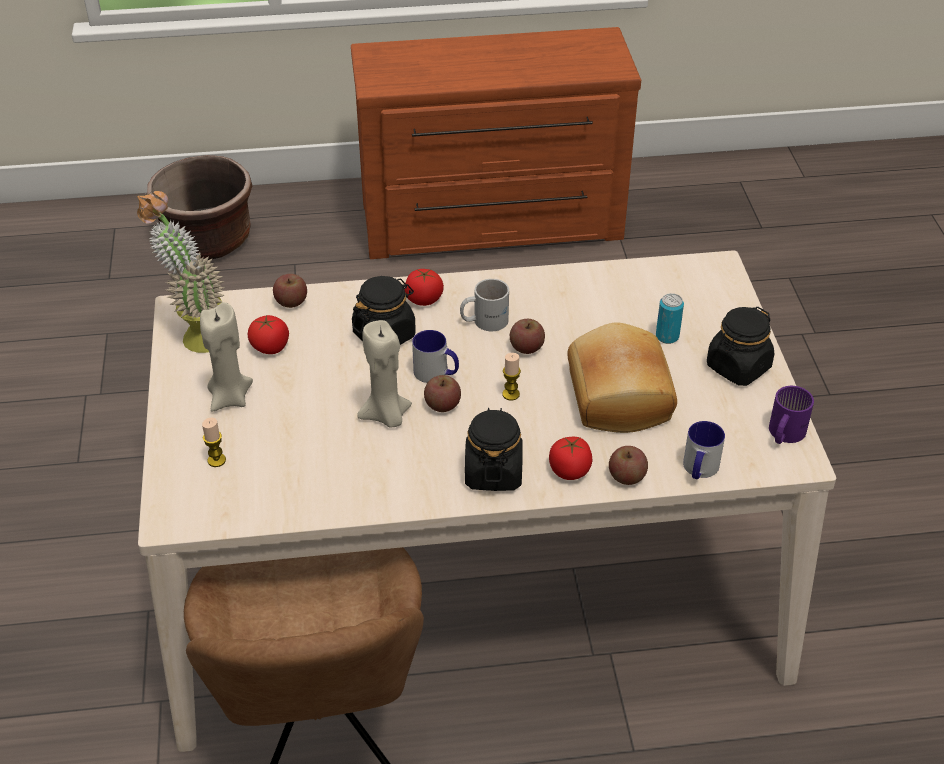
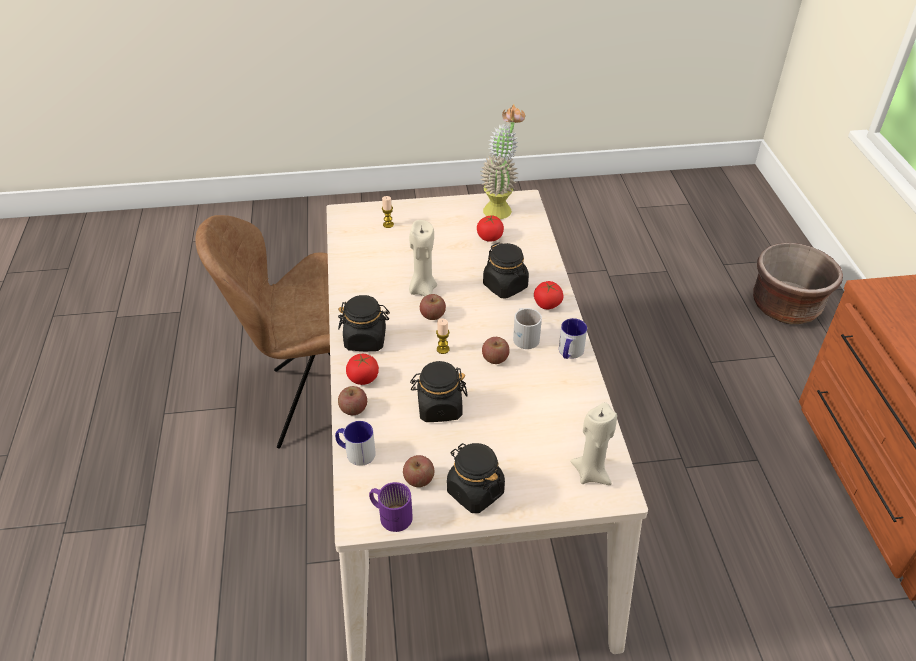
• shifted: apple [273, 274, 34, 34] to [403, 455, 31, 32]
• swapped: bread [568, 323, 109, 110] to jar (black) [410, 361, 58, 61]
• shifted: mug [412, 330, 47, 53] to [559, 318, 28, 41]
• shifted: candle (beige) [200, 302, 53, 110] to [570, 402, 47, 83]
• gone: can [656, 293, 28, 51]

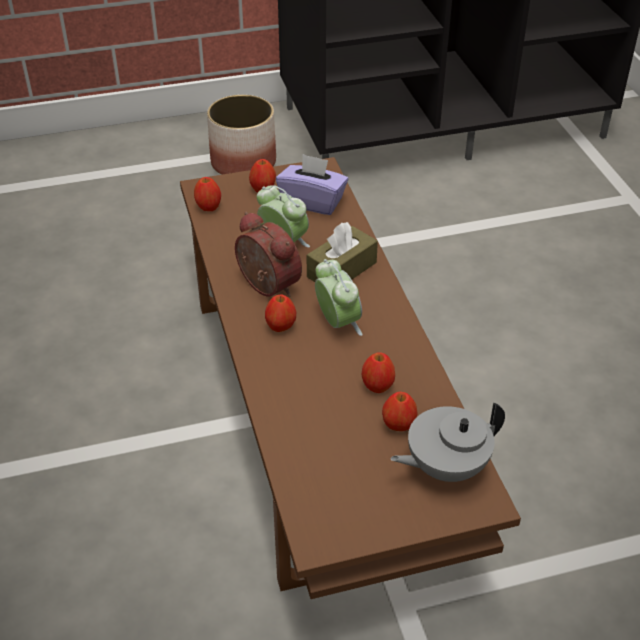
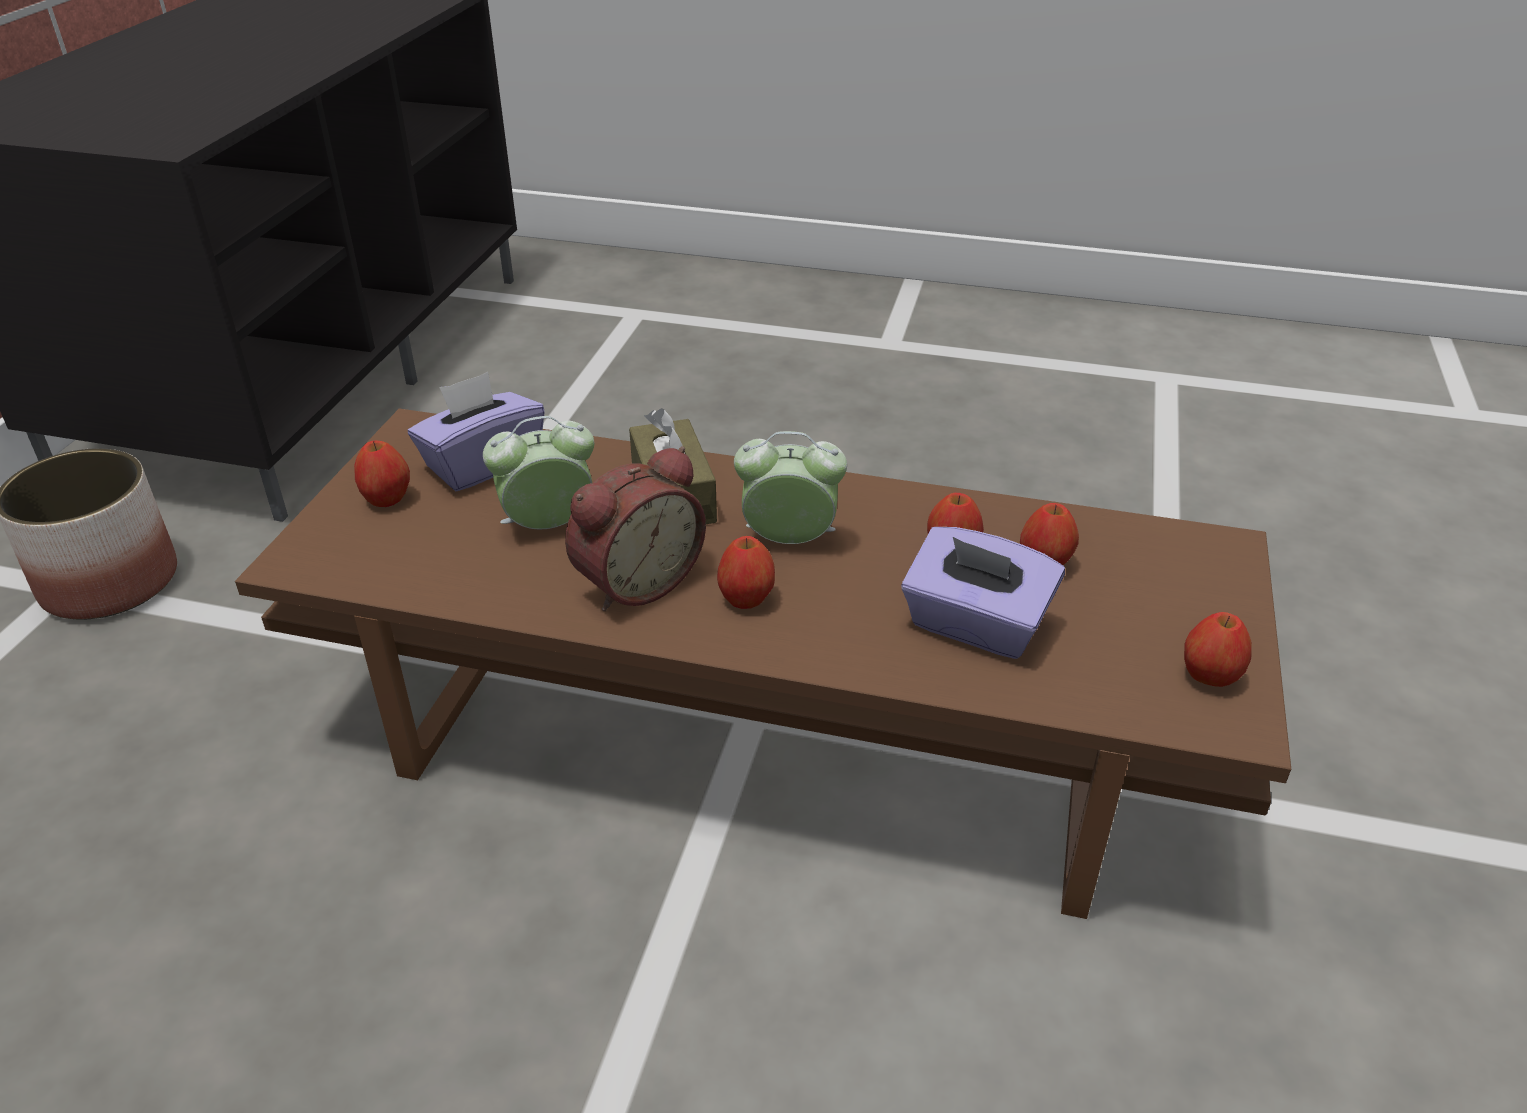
• rotated: alarm clock [235, 212, 67, 85] = [565, 446, 141, 165] 150 degrees clockwise
• new: tissue box (purple) [901, 527, 164, 132]
• shifted: apple [194, 177, 27, 34] to [1184, 612, 68, 75]
• gone: teapot (grey) [391, 402, 114, 80]

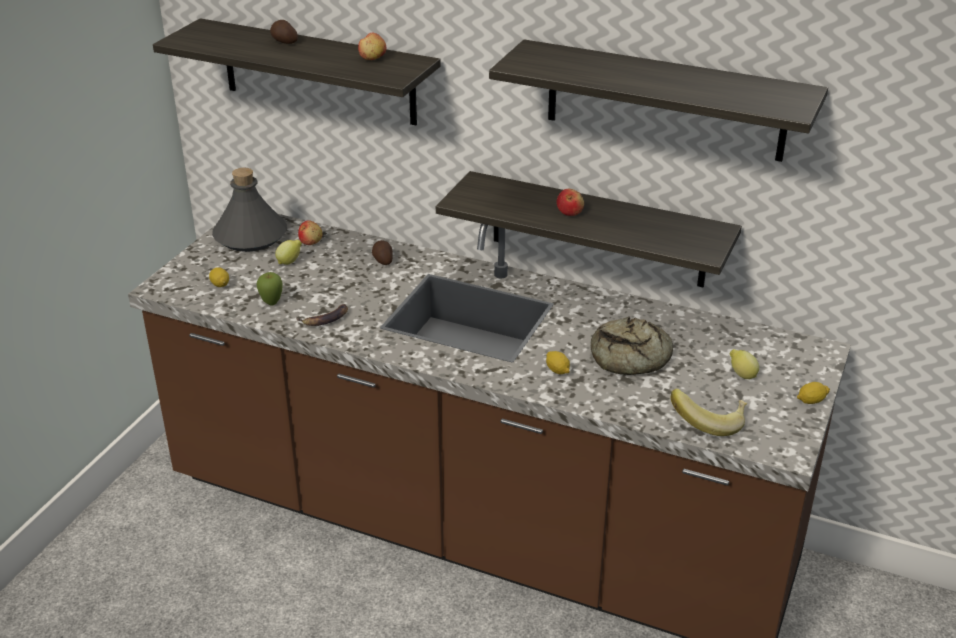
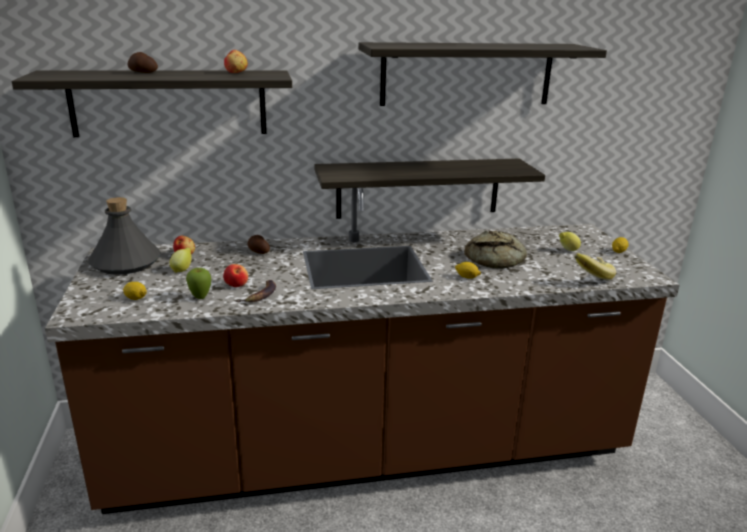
• shifted: apple [556, 189, 28, 27] to [223, 264, 25, 23]

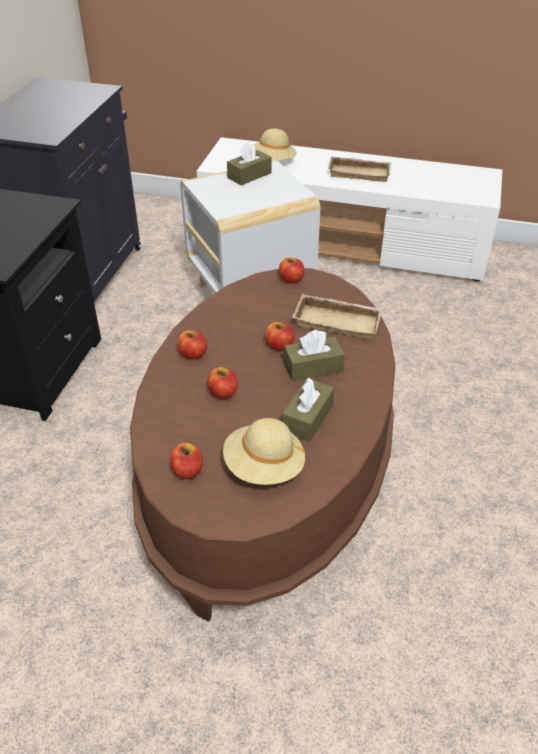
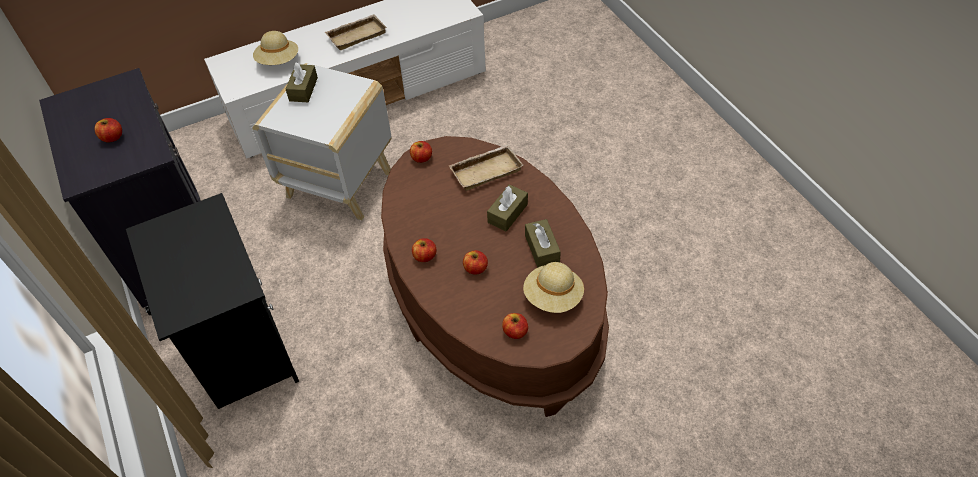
• shifted: apple [265, 322, 30, 29] to [94, 118, 28, 24]

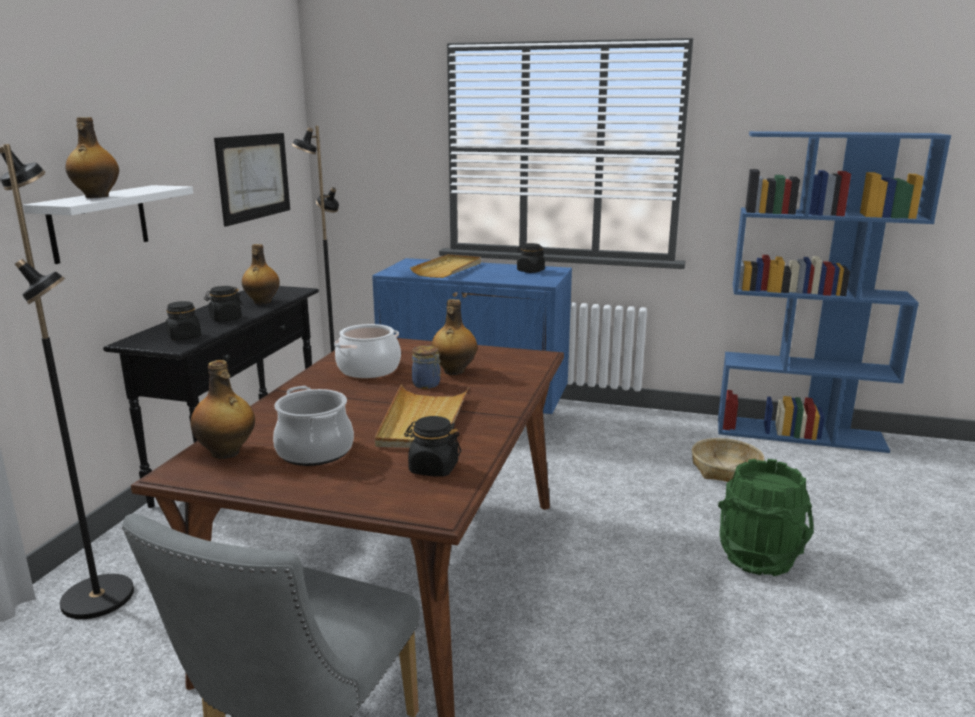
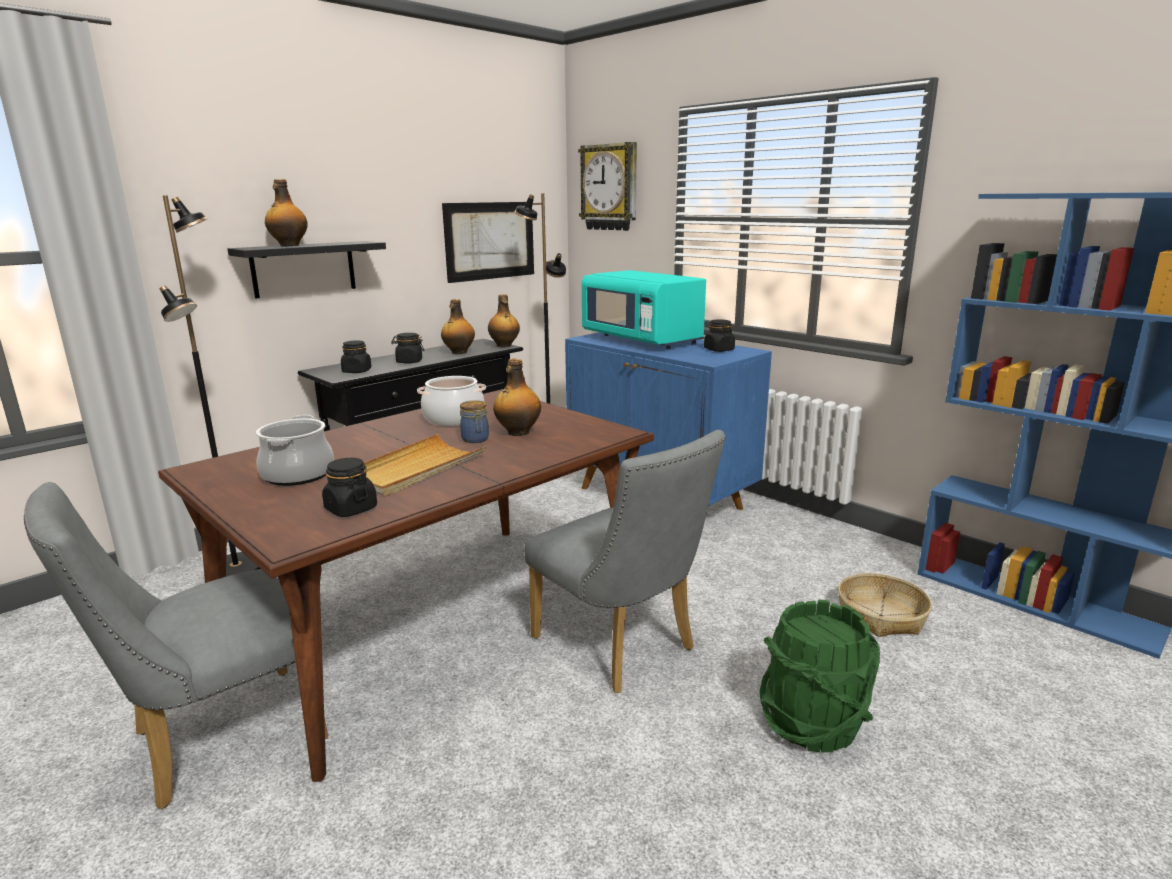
• repainted: shelf (white) [24, 185, 169, 79] to shelf (black) [227, 241, 159, 57]
• shifted: bottle [190, 360, 65, 99] to [488, 294, 32, 53]
• new: chair (grey) [524, 430, 202, 263]
• new: wall clock [578, 142, 59, 89]
• swapped: tray (beige) [410, 254, 71, 24] to microwave (turquoise) [582, 270, 124, 80]

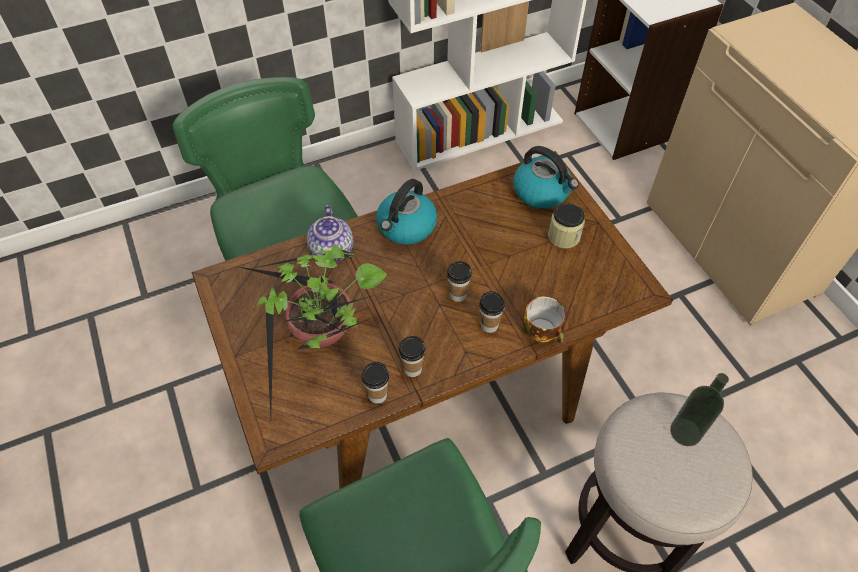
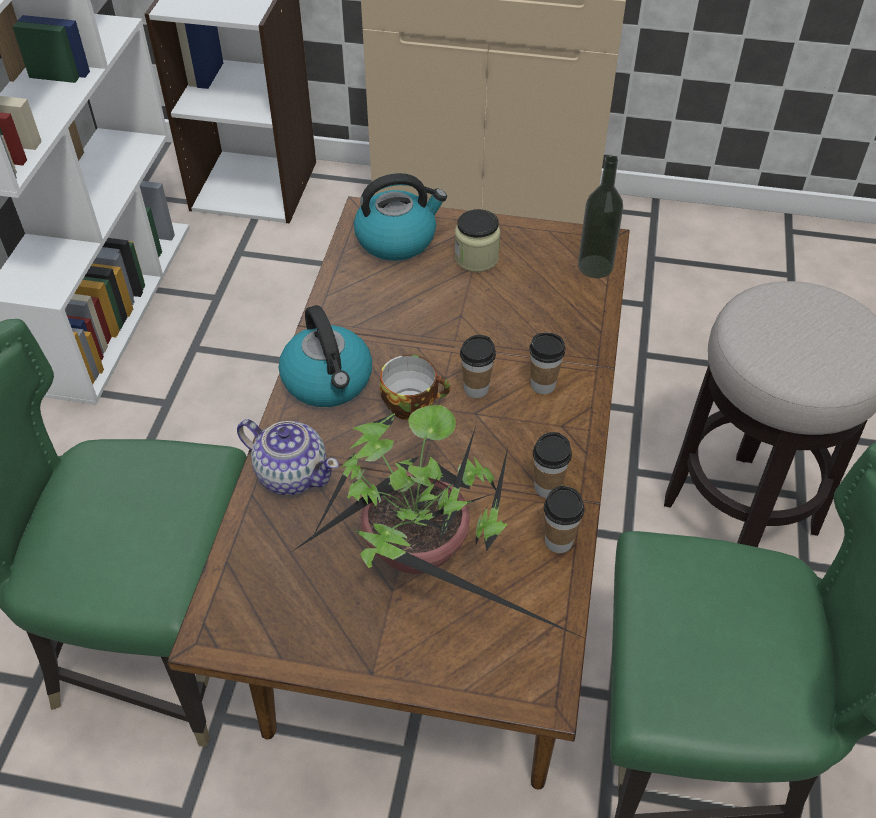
• shifted: cup [523, 297, 43, 46] to [379, 355, 71, 65]
• shifted: bottle [670, 373, 59, 73] to [578, 156, 45, 122]

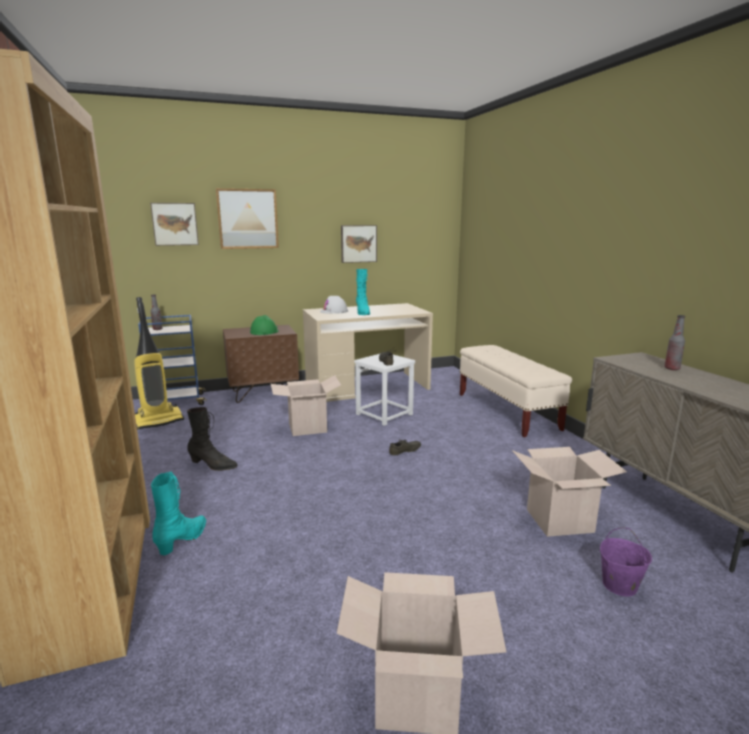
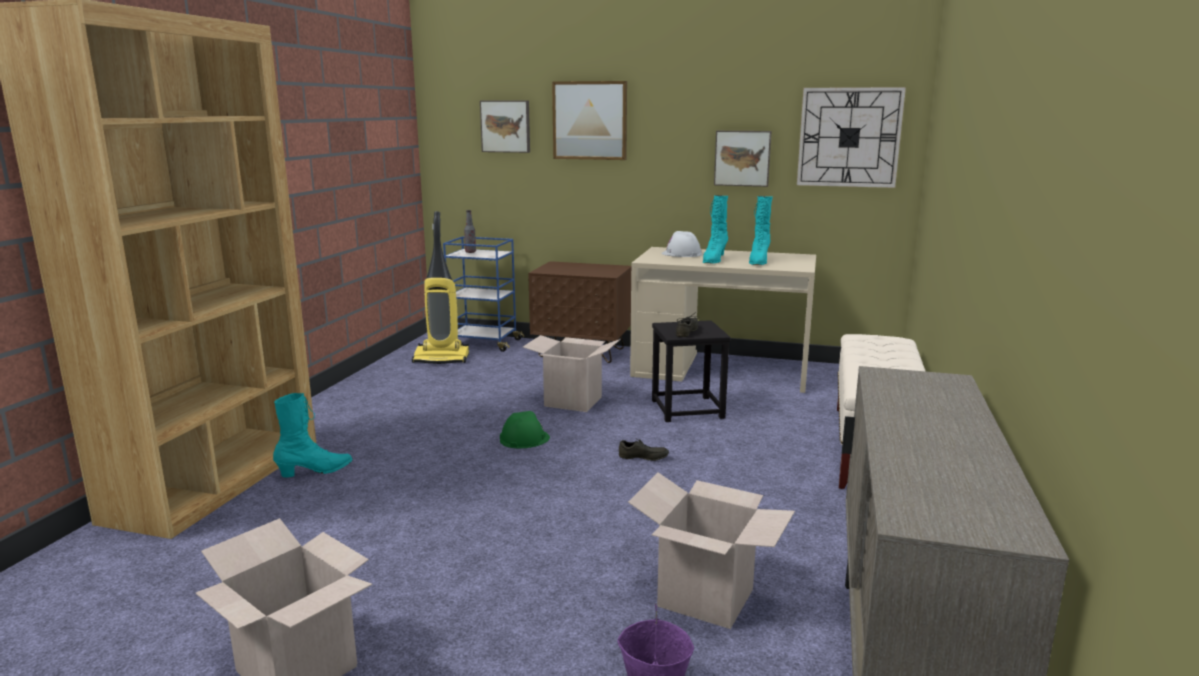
• shifted: hard hat (green) [250, 315, 29, 20] to [500, 411, 50, 37]
• repainted: stool (white) [354, 354, 61, 72] to stool (black) [652, 320, 79, 102]
• new: boot (turquoise) [749, 196, 24, 69]
• new: wall clock [797, 87, 109, 101]
• gone: boot (black) [187, 407, 51, 64]
• gone: bottle [664, 315, 21, 55]

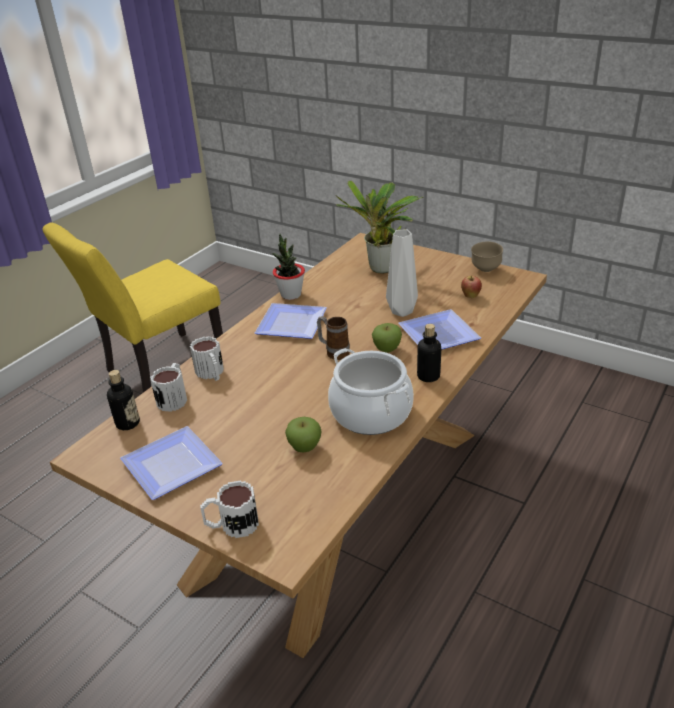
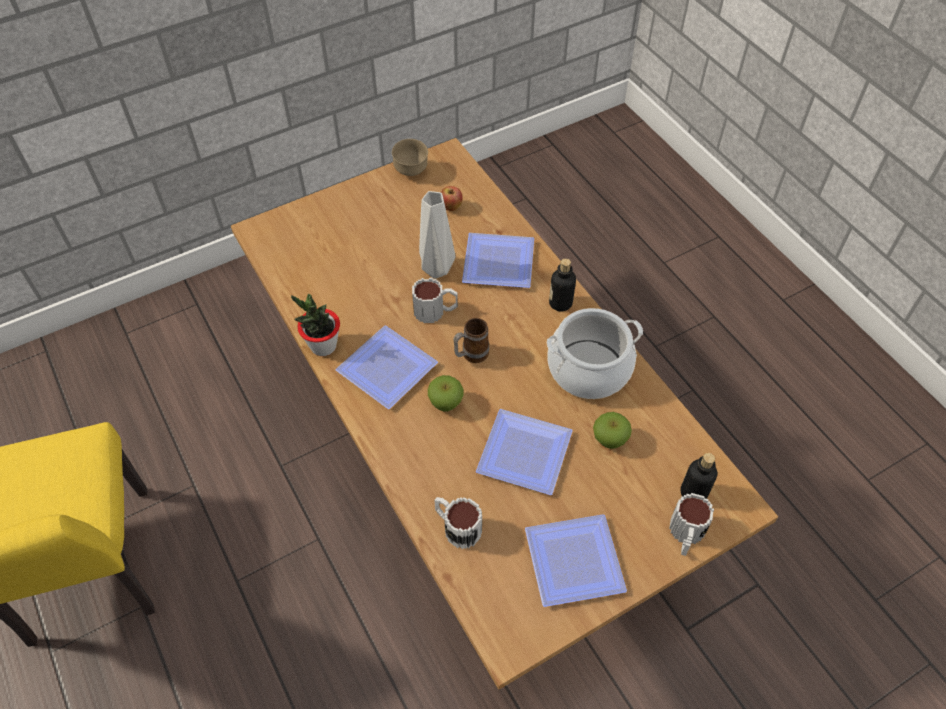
• shifted: mug [190, 337, 34, 44] to [412, 278, 46, 45]
• shifted: apple [372, 323, 30, 30] to [428, 375, 36, 36]
• new: plate [476, 409, 97, 86]
• shifted: bottle [107, 370, 33, 60] to [680, 453, 37, 46]
• gone: potted plant [336, 180, 87, 94]

